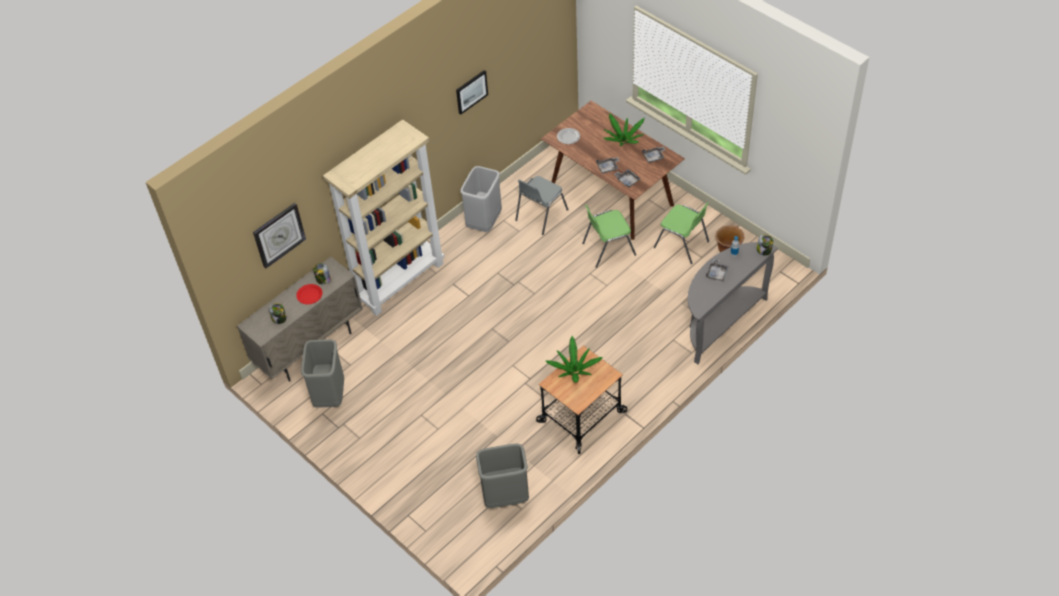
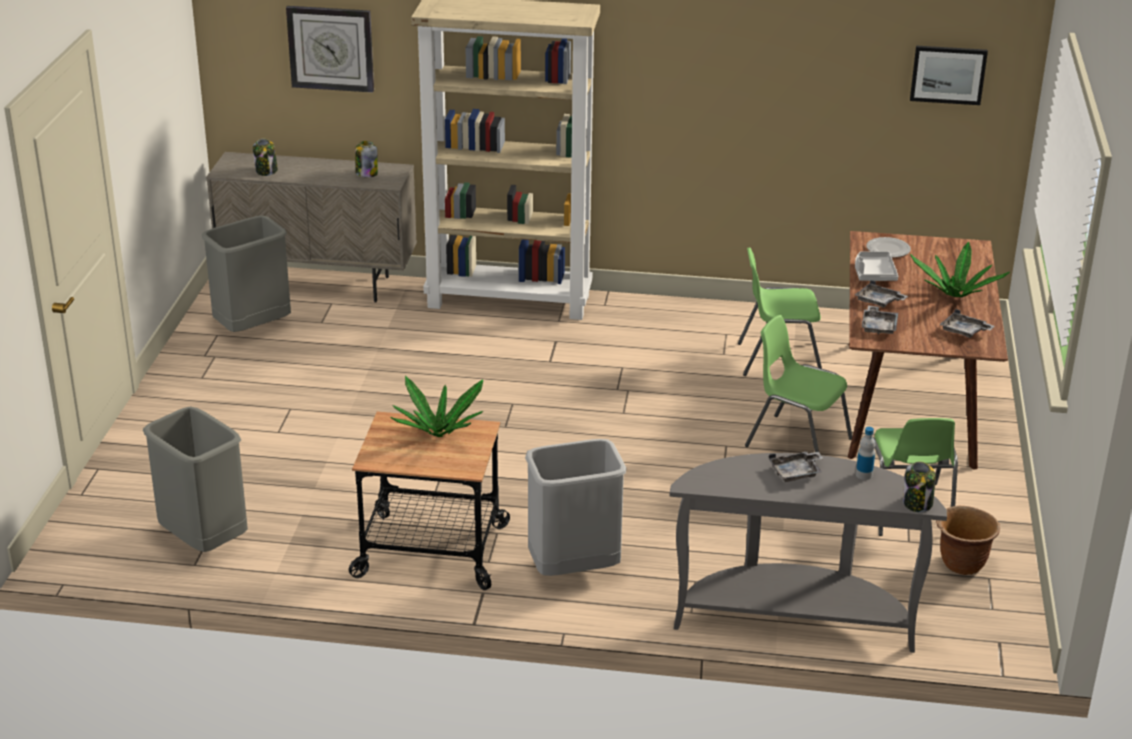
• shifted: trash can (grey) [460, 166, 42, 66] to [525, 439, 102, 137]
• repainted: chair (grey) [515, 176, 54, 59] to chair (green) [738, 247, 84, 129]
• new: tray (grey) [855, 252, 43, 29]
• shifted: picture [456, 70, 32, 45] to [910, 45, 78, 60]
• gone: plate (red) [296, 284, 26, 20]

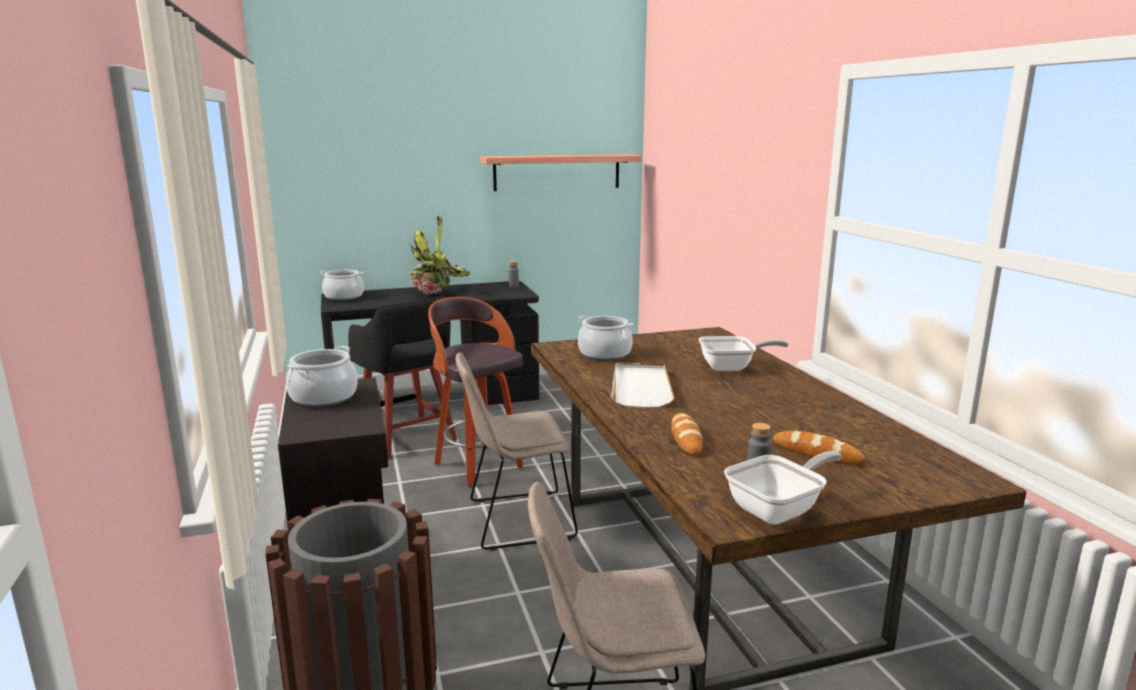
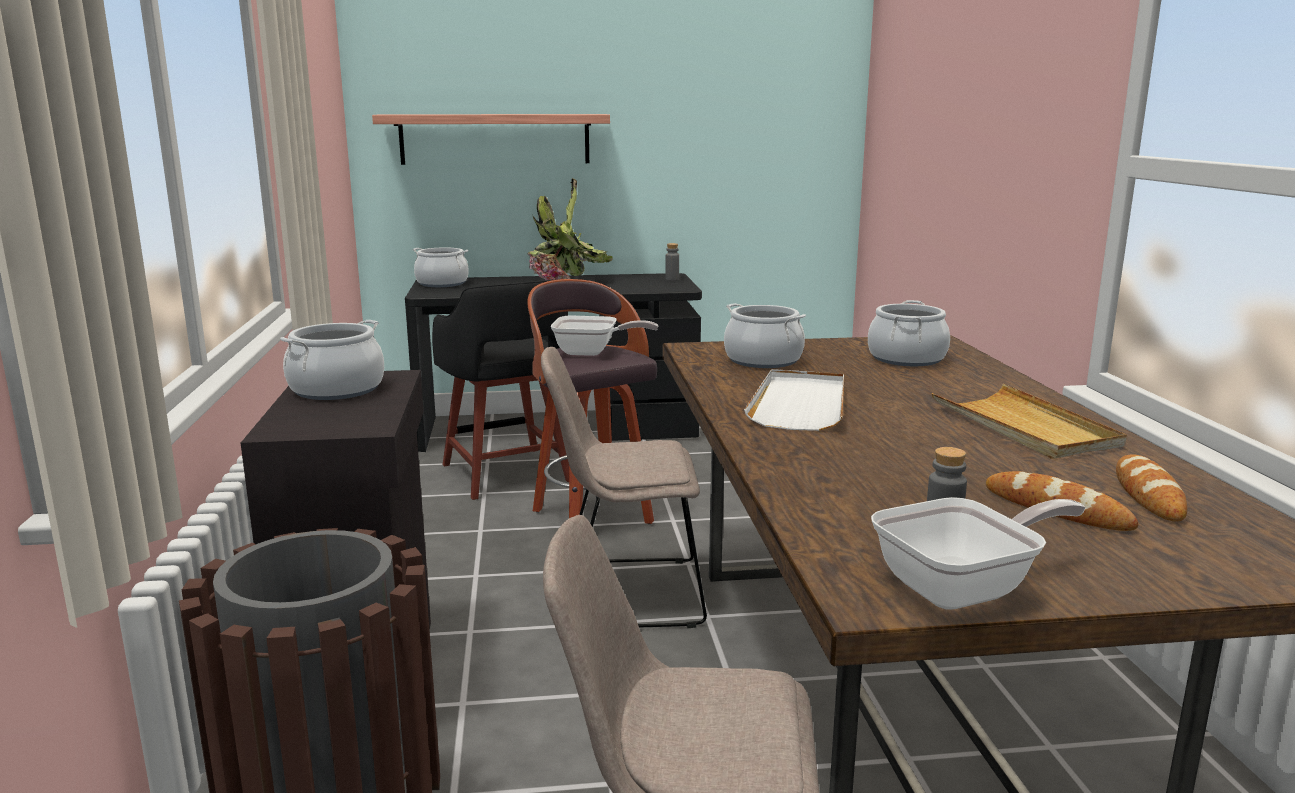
• shifted: shelf [480, 154, 162, 37] to [372, 114, 238, 51]
• shifted: frying pan [698, 336, 91, 35] to [551, 316, 107, 40]
• new: cooking pot [868, 300, 82, 66]
• new: tray (beige) [931, 384, 196, 75]
• shifted: bread [671, 413, 32, 42] to [1116, 454, 71, 68]

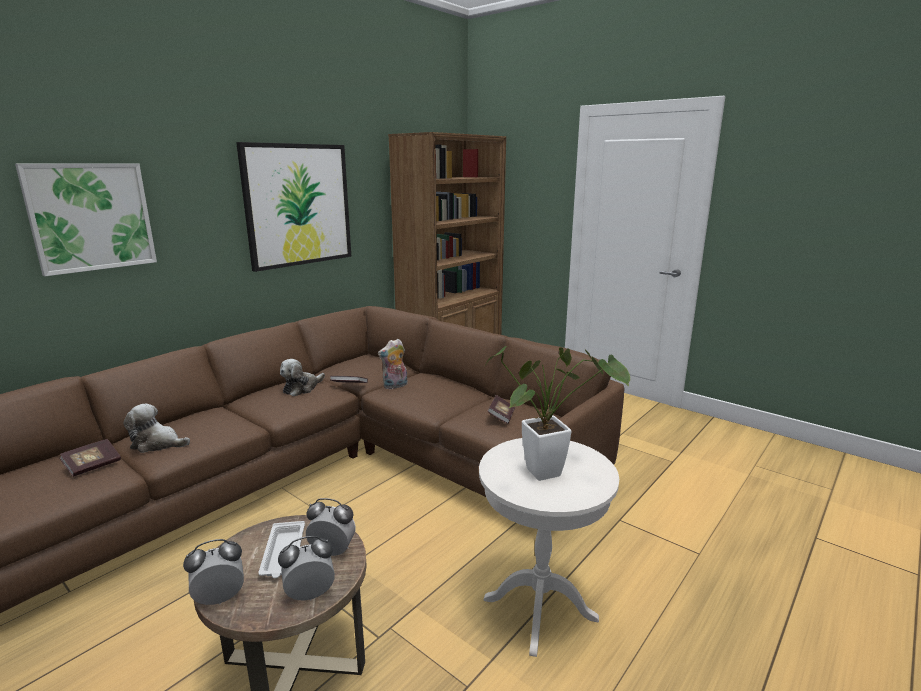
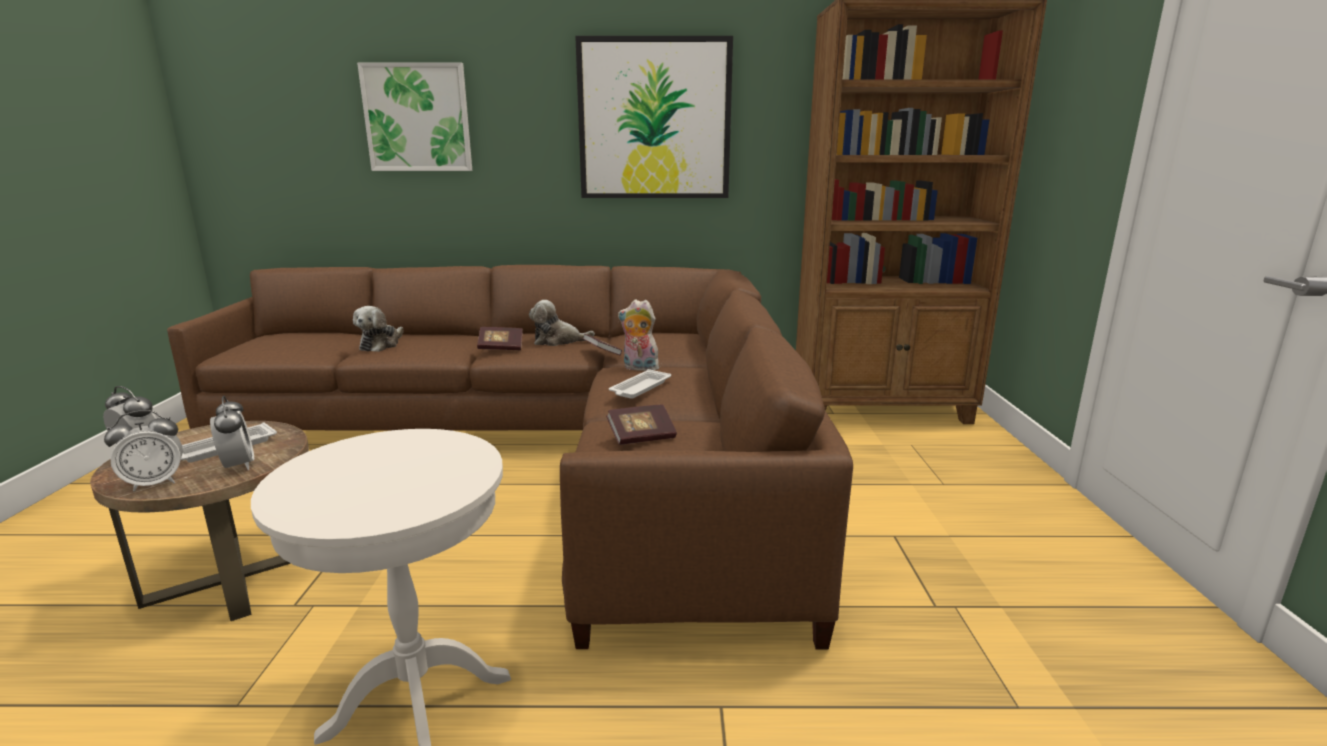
• rotated: alarm clock [278, 536, 57, 65] = [104, 410, 79, 81] 120 degrees clockwise
• rotated: plush toy [124, 404, 66, 49] = [353, 306, 51, 46] 135 degrees counterclockwise
• shifted: book [59, 439, 62, 38] to [477, 327, 46, 23]
• new: tray (white) [609, 369, 62, 30]
• gone: potted plant [484, 346, 146, 135]

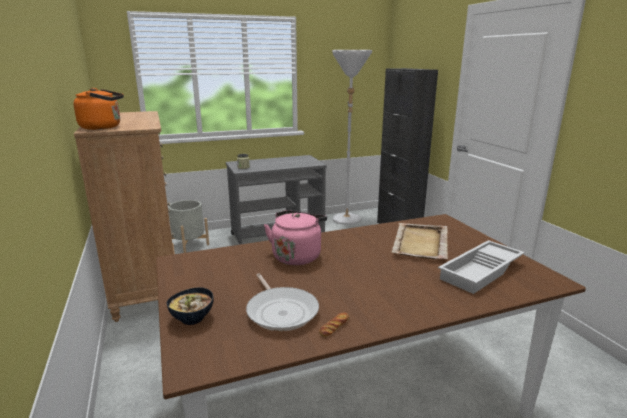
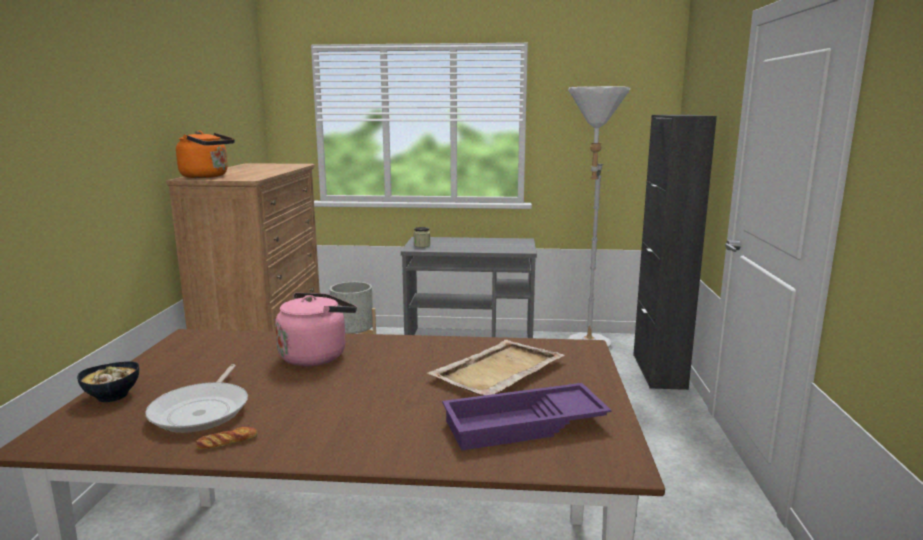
• repainted: tray (white) [438, 240, 87, 54] to tray (purple) [442, 383, 169, 68]

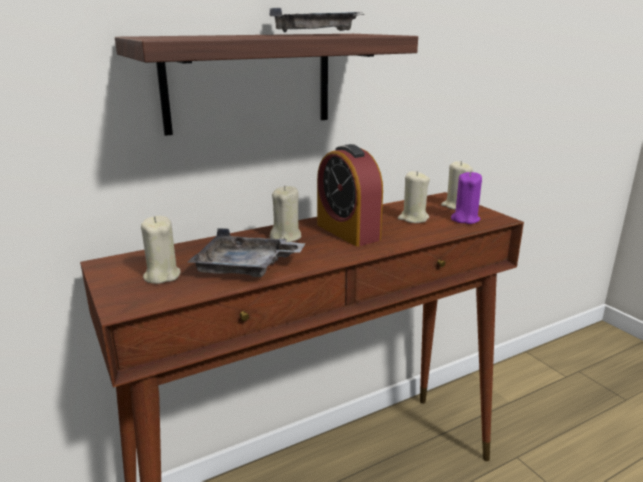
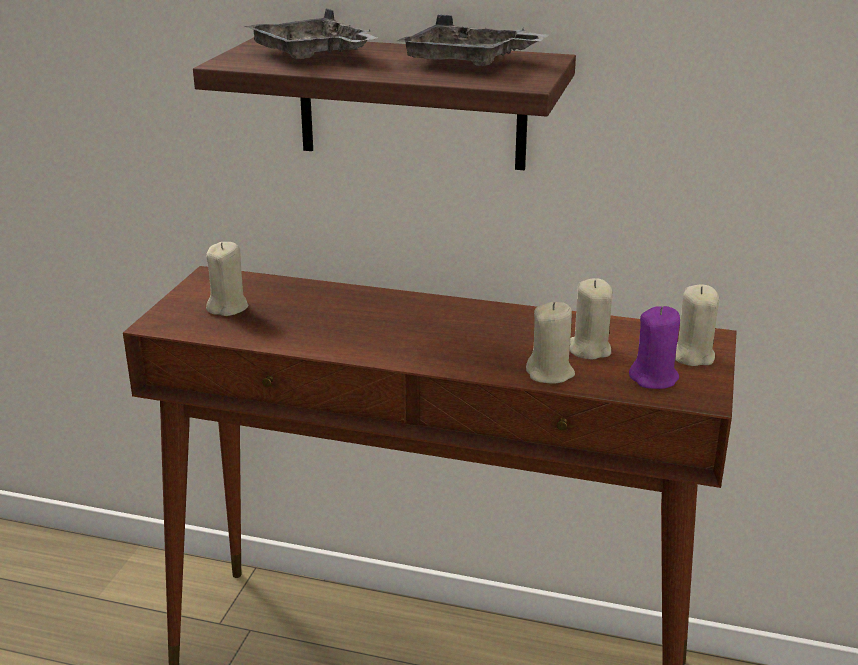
• shifted: tray (grey) [188, 228, 117, 49] to [245, 8, 132, 52]
• shifted: candle (beige) [270, 185, 31, 57] to [526, 302, 49, 82]
• gone: alarm clock [317, 144, 66, 103]

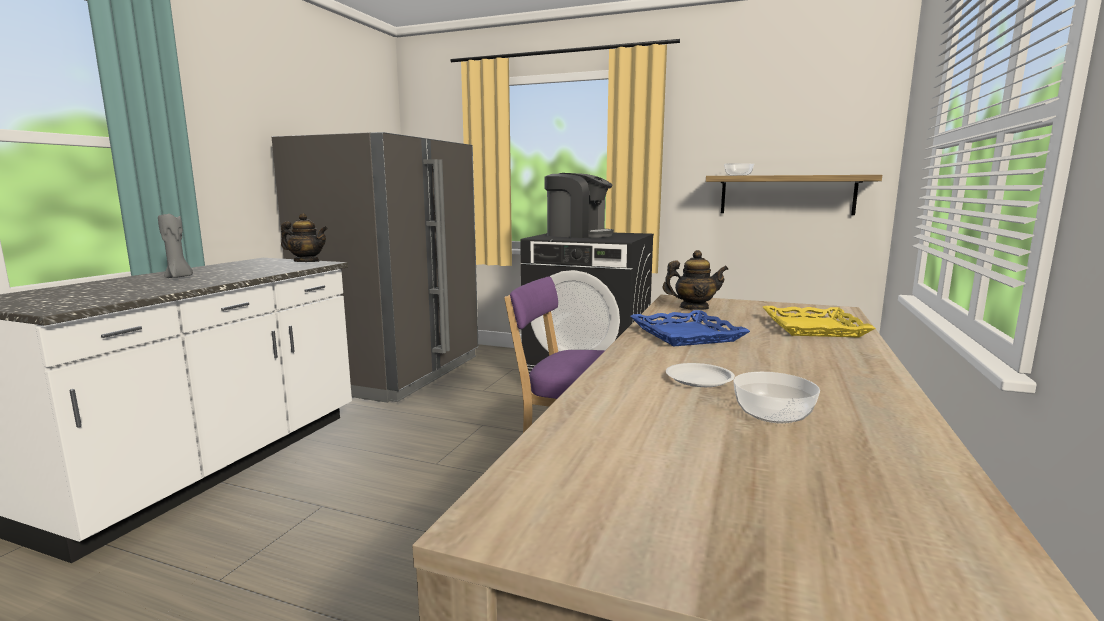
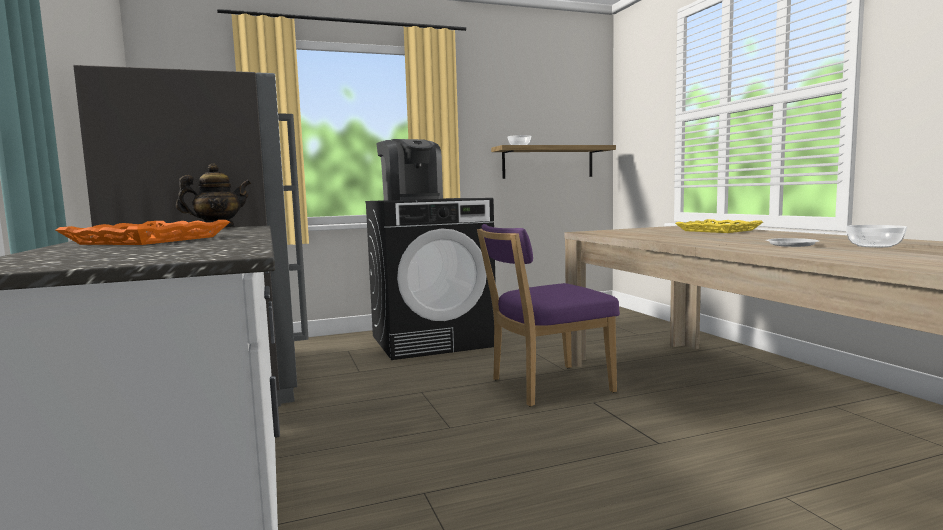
• swapped: candle (grey) [158, 214, 35, 64] to tray (orange) [55, 220, 175, 25]
• rotated: coffee machine [544, 173, 70, 65] = [376, 139, 67, 62] 75 degrees clockwise
• gone: tray (blue) [630, 310, 120, 36]
• gone: teapot [663, 250, 65, 60]

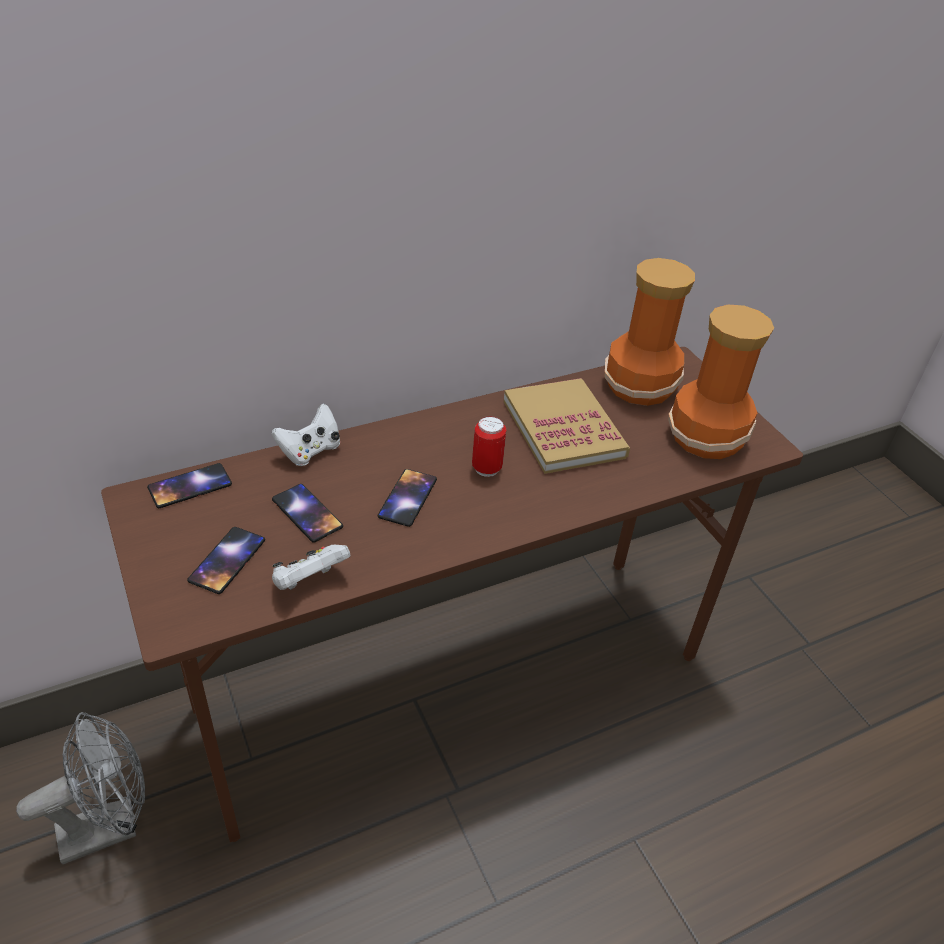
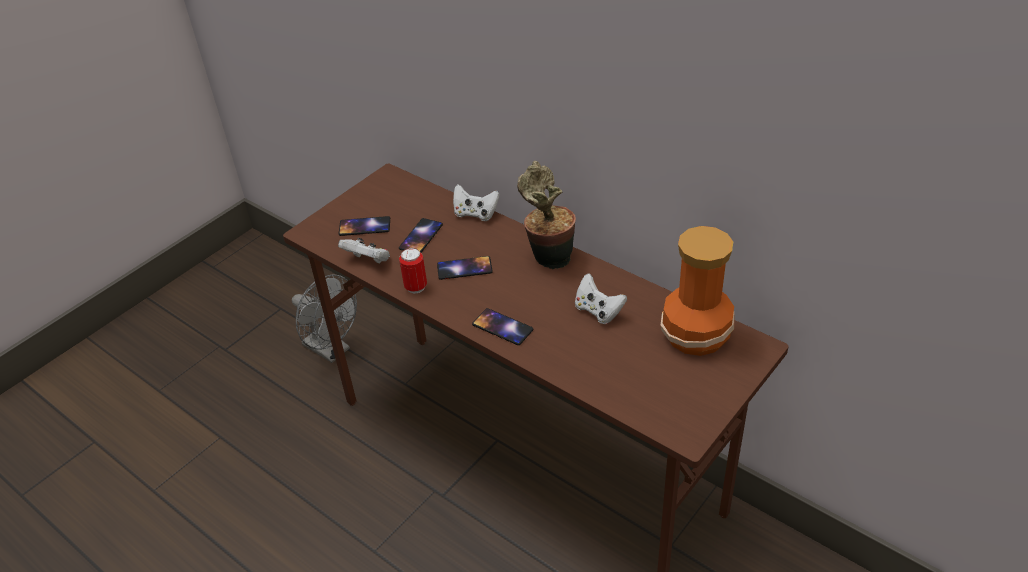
• shifted: can [472, 416, 34, 61] to [399, 248, 28, 46]
• shifted: phone [147, 463, 85, 45] to [472, 308, 61, 37]
• new: potted plant [517, 161, 59, 108]
• swapped: book [504, 378, 126, 96] to game controller (white) [575, 273, 52, 51]
• gone: vase [668, 305, 106, 154]

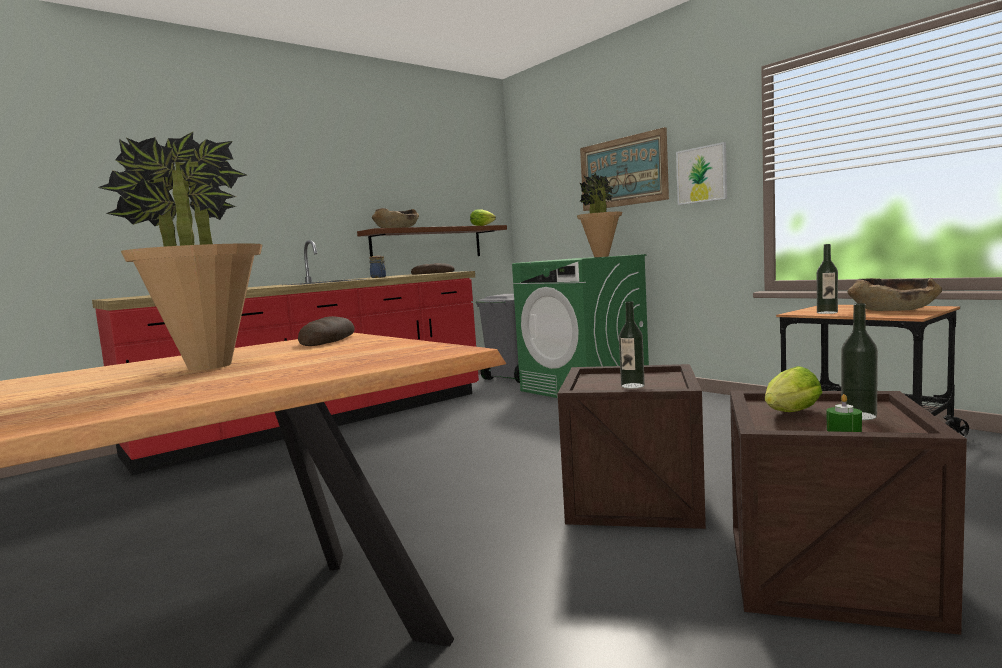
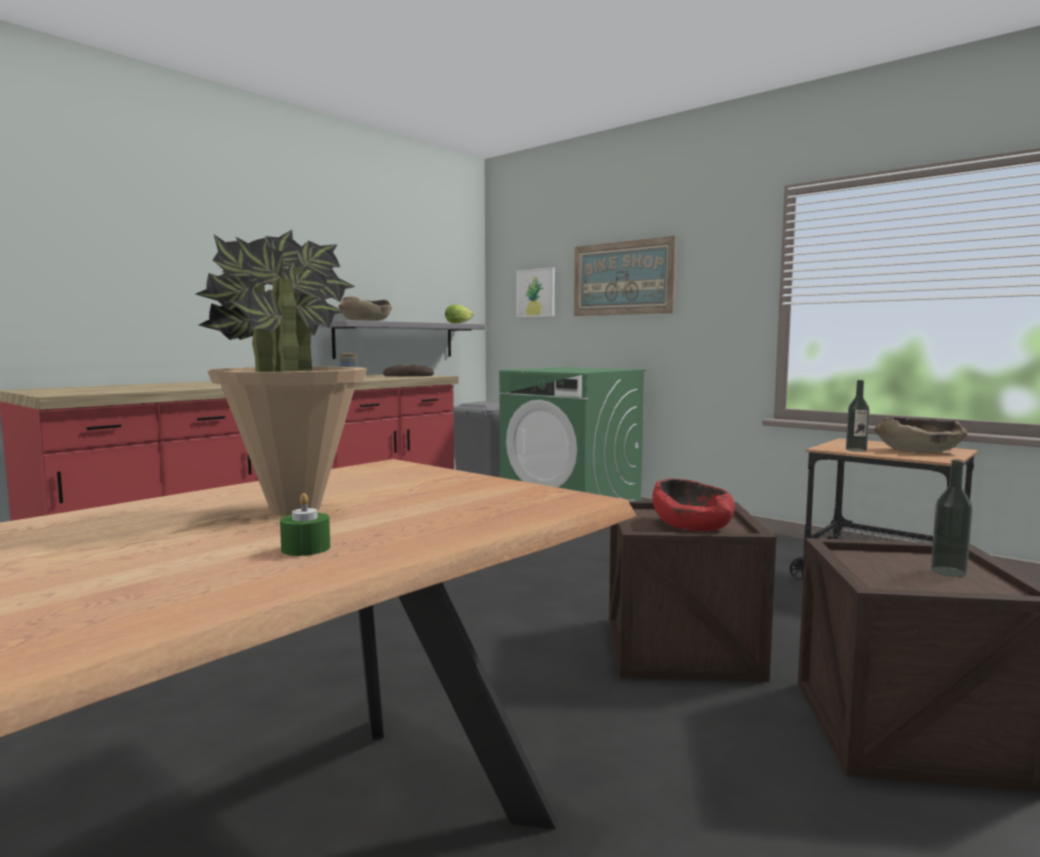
• shifted: candle (green) [827, 394, 35, 38] to [280, 493, 50, 63]
• repainted: shelf (brown) [357, 225, 150, 32] to shelf (grey) [319, 320, 166, 39]
• shifted: picture [676, 142, 51, 63] to [516, 267, 39, 51]
• swapped: bottle [619, 301, 26, 87] to bowl (red) [652, 479, 83, 53]
• gone: bread [298, 316, 57, 30]
• gone: potted plant [577, 172, 45, 85]
• gone: lettuce [765, 366, 57, 46]

